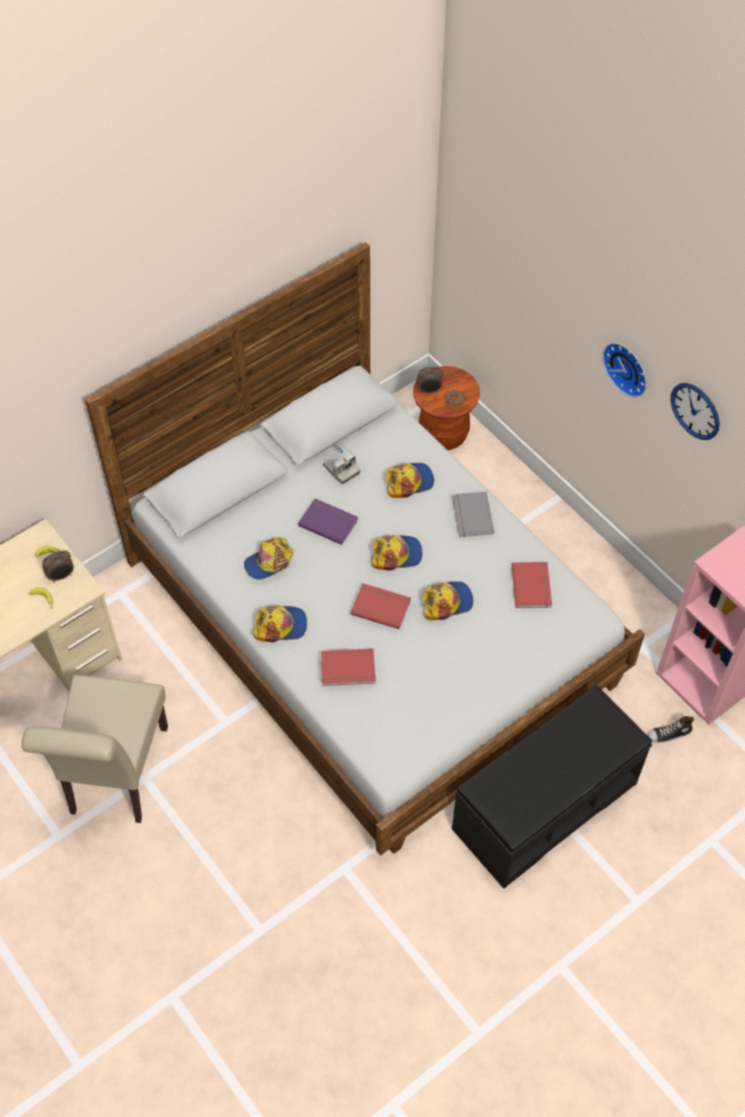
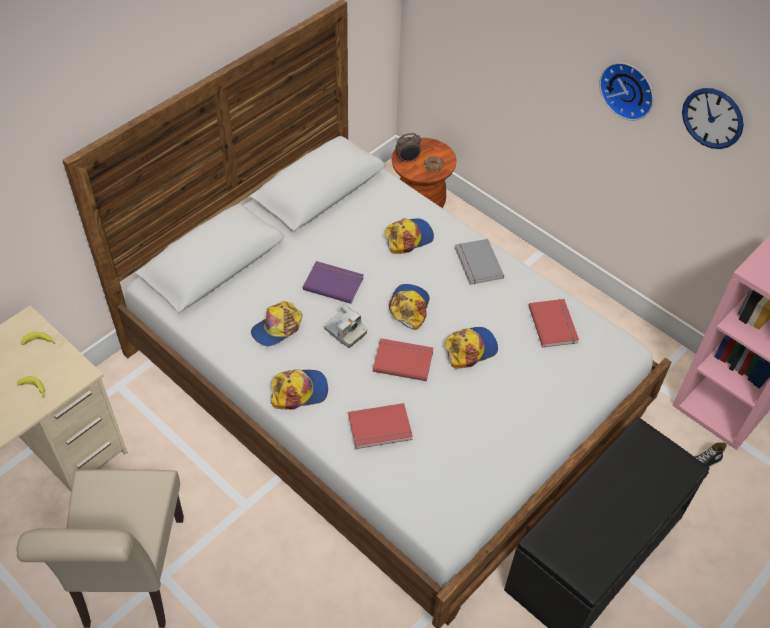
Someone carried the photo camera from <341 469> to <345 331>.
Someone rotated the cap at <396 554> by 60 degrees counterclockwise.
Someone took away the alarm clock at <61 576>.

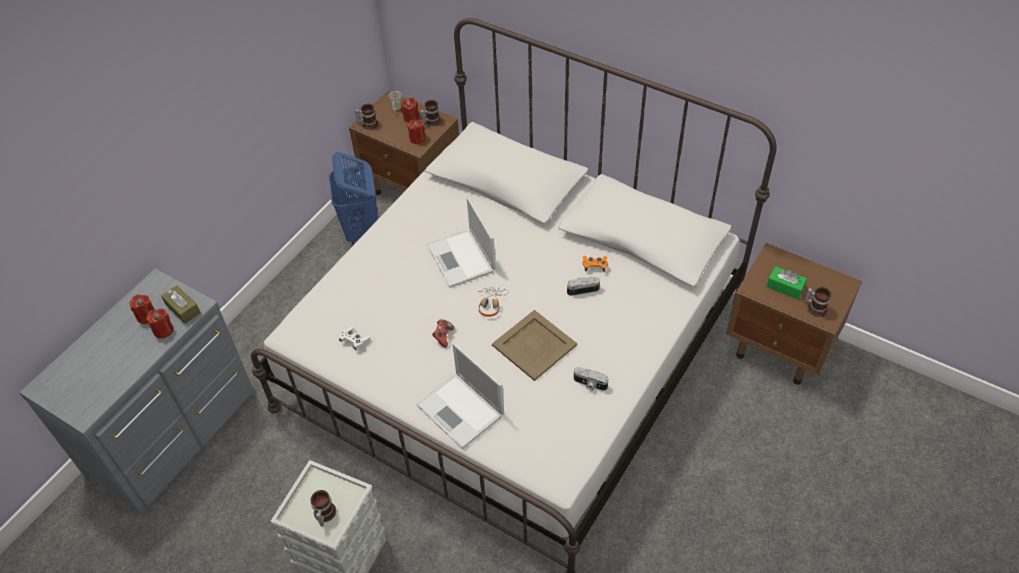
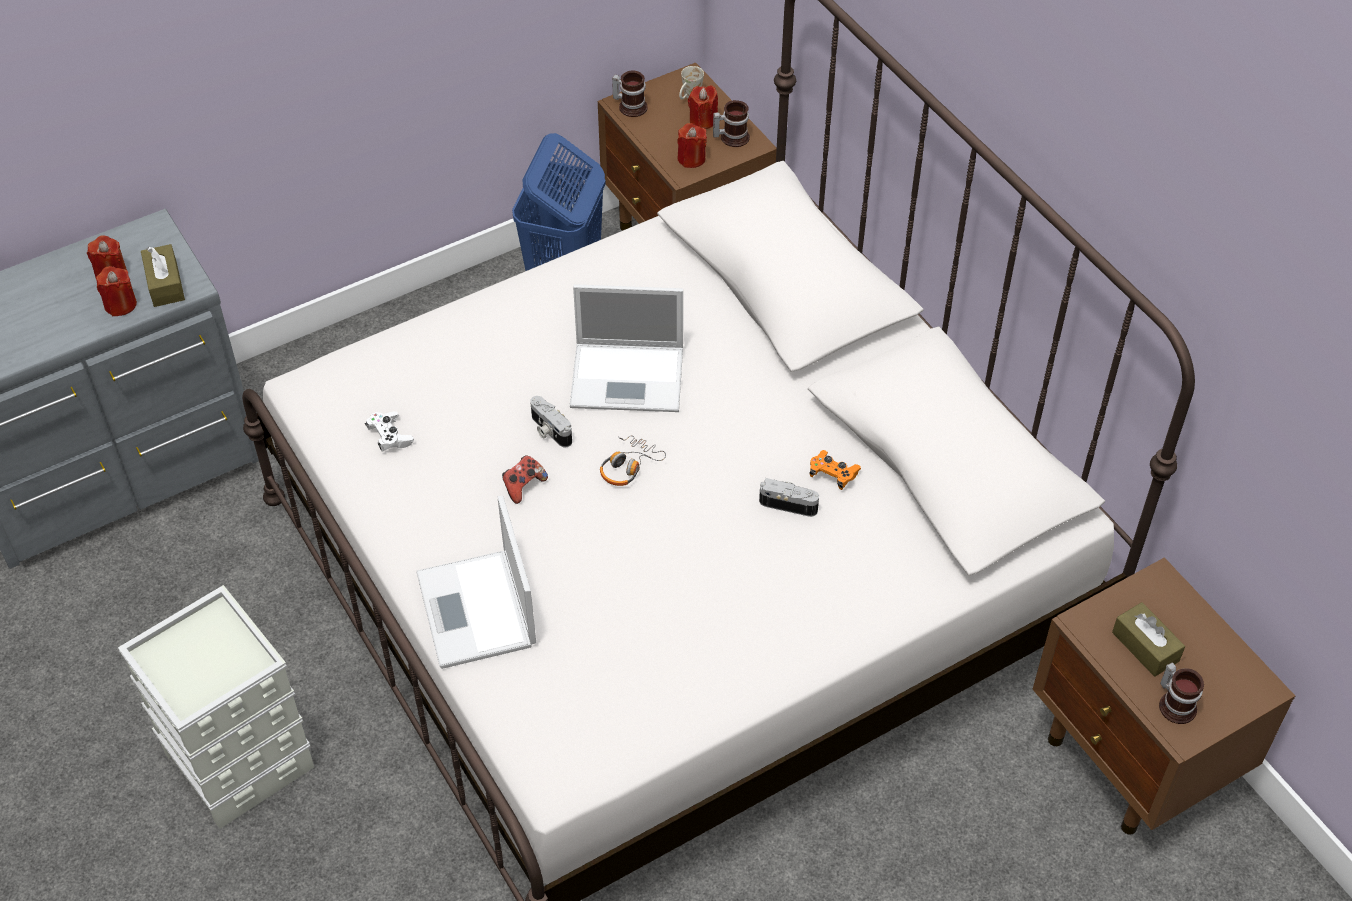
Someone rotated the laptop at <462 259> by 90 degrees counterclockwise.
Someone repainted the green tissue box at <785 287>, which became the brown tissue box at <1145 646>.
Someone took away the beige tray at <534 346>.
Someone carried the photo camera from <589 384> to <549 430>.
Someone took away the mug at <323 514>.

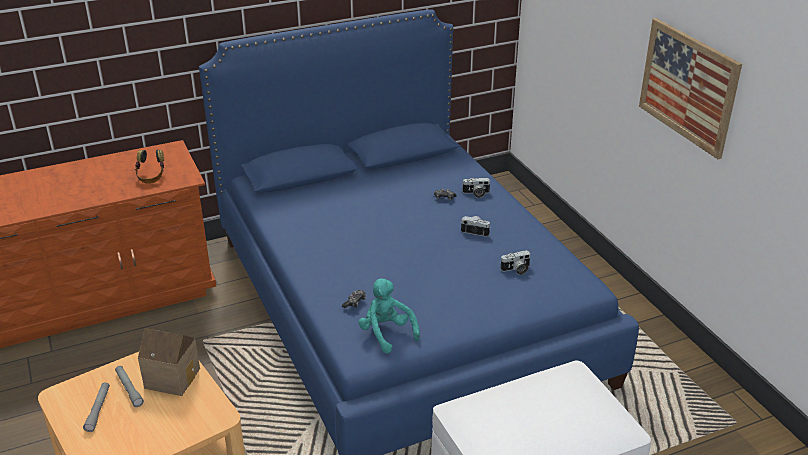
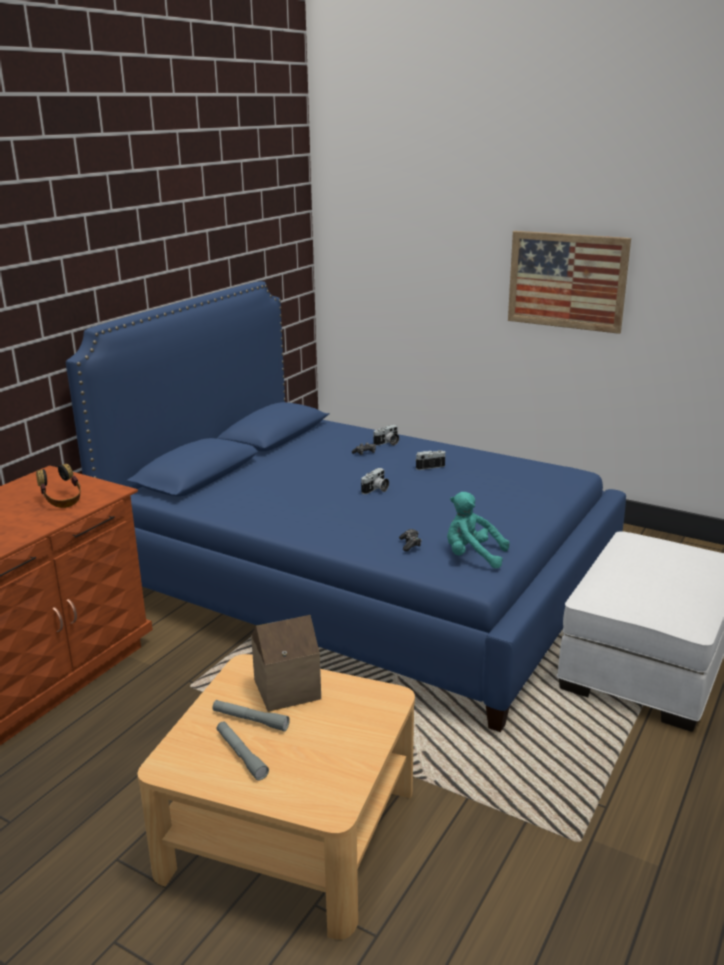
Someone carried the photo camera from <516 270> to <376 490>.

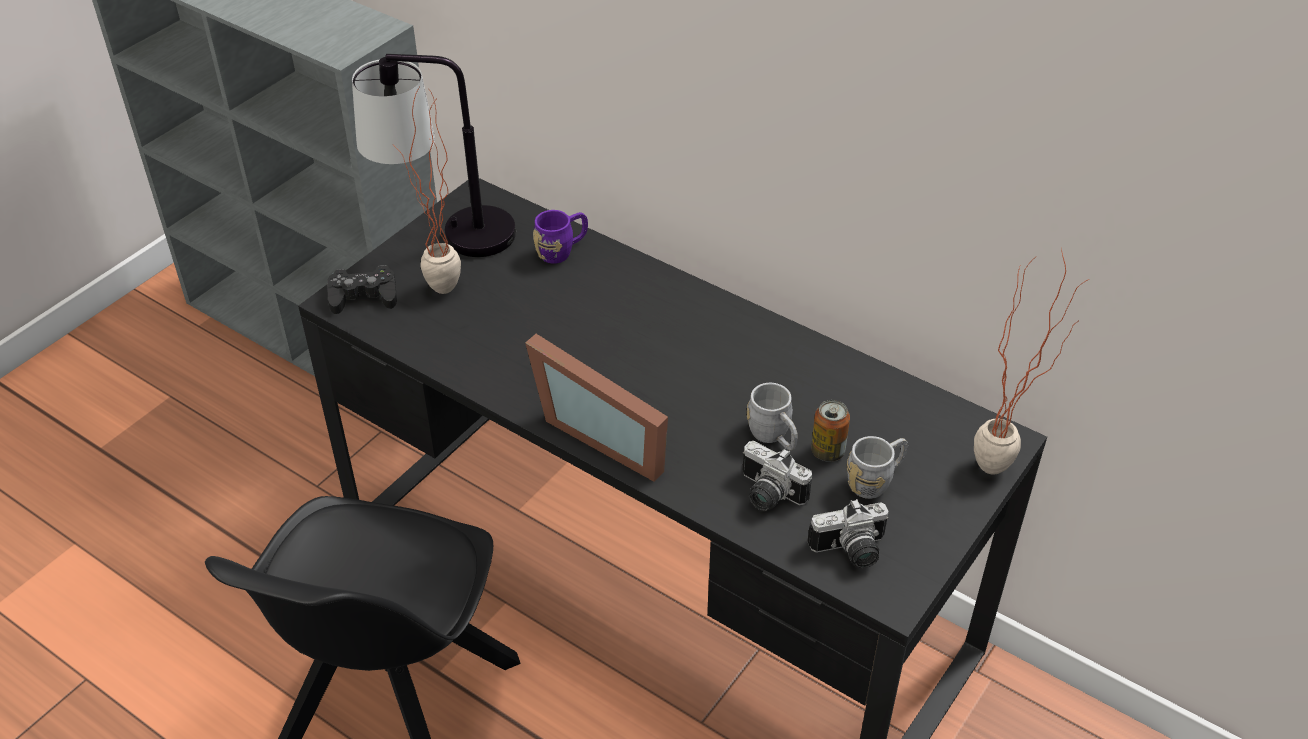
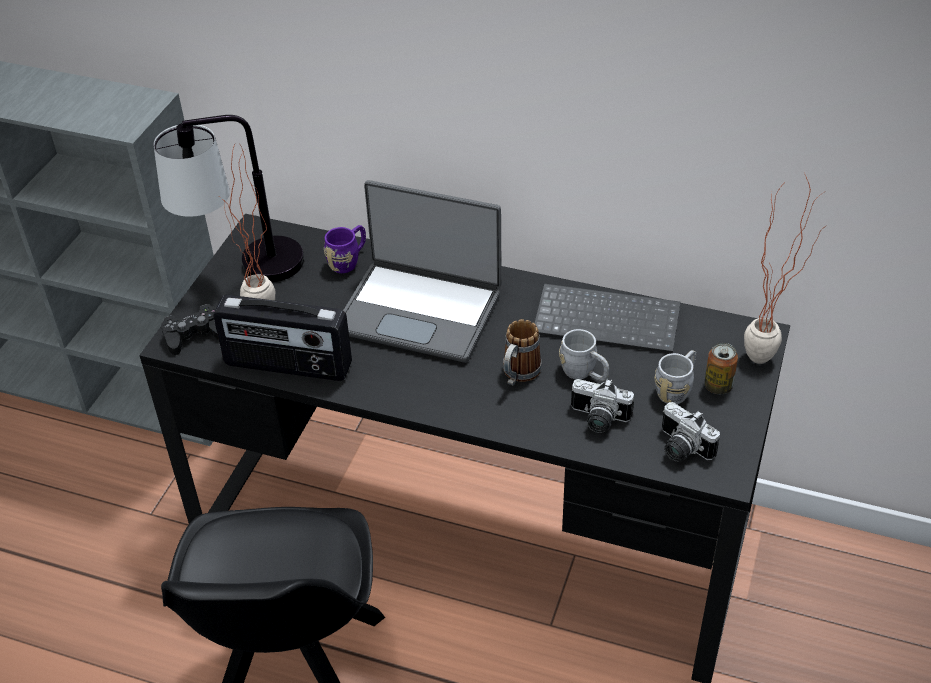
Someone took away the picture frame at <607 434>.
Someone carried the can from <827 451> to <718 386>.
Someone rotated the photo camera at <851 552> by 75 degrees clockwise.
Someone put down the laptop at <420 311>.
Someone put down the keyboard at <608 320>.
Someone put down the radio at <287 366>.
Someone put down the mug at <518 375>.

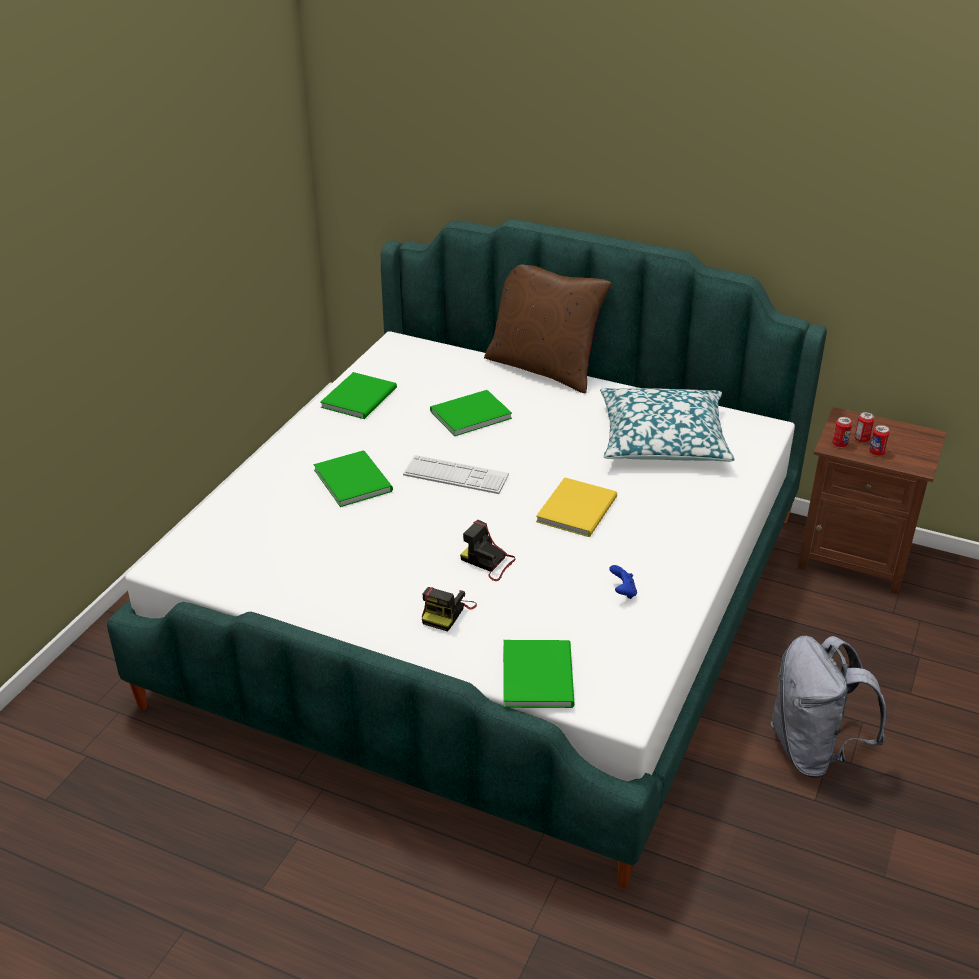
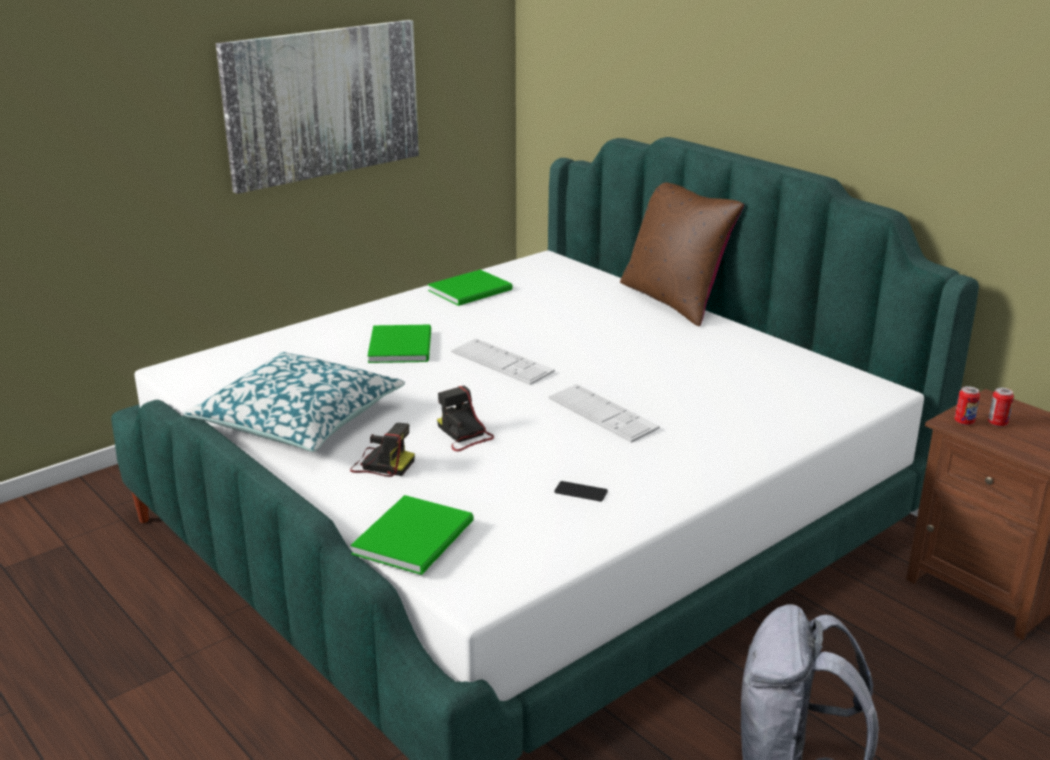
Someone carried the pillow from <663 440> to <299 420>.
Someone took away the green book at <468 414>.
Someone took away the can at <876 452>.
Someone swapped the yellow book at <579 508> for the keyboard at <602 414>.
Someone swapped the blue game controller at <623 592> for the phone at <581 492>.
Someone rotated the photo camera at <447 612> by 120 degrees counterclockwise.
Someone put up the picture at <323 103>.

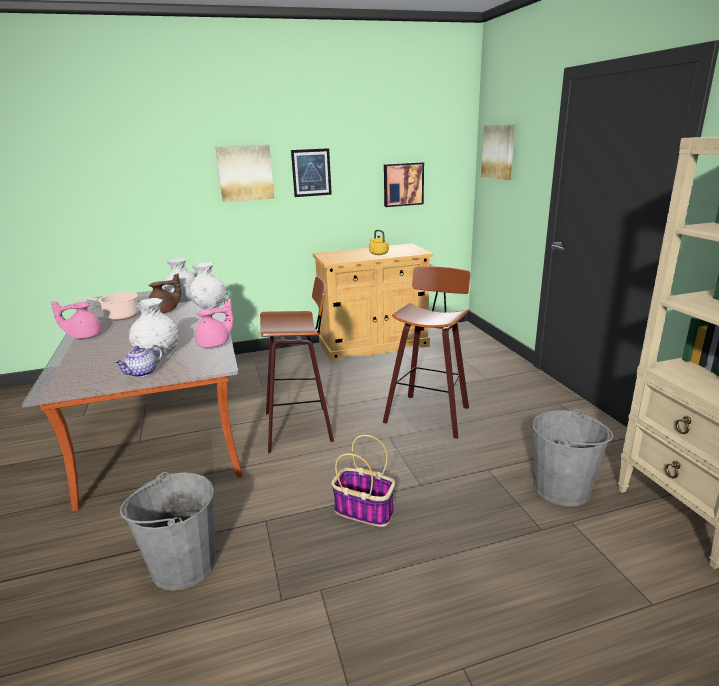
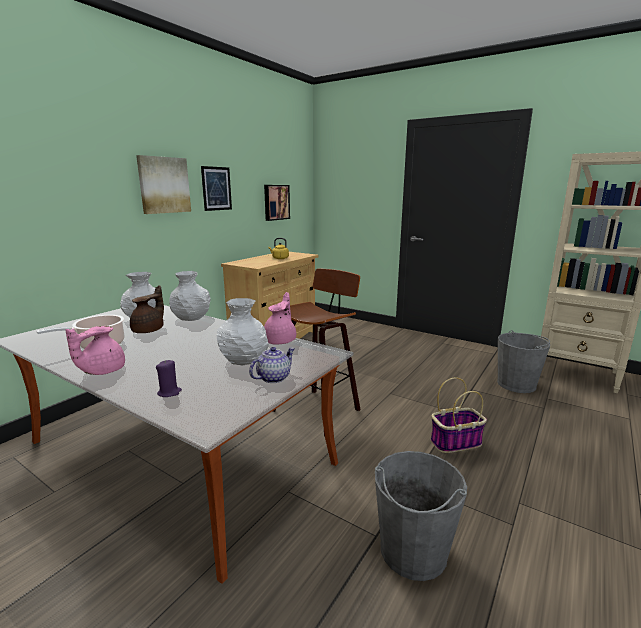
Someone took away the picture at <499 151>.
Someone took away the stool at <429 414>.
Someone rotated the teapot at <142 373> by 135 degrees counterclockwise.
Someone put down the purple candle at <169 392>.

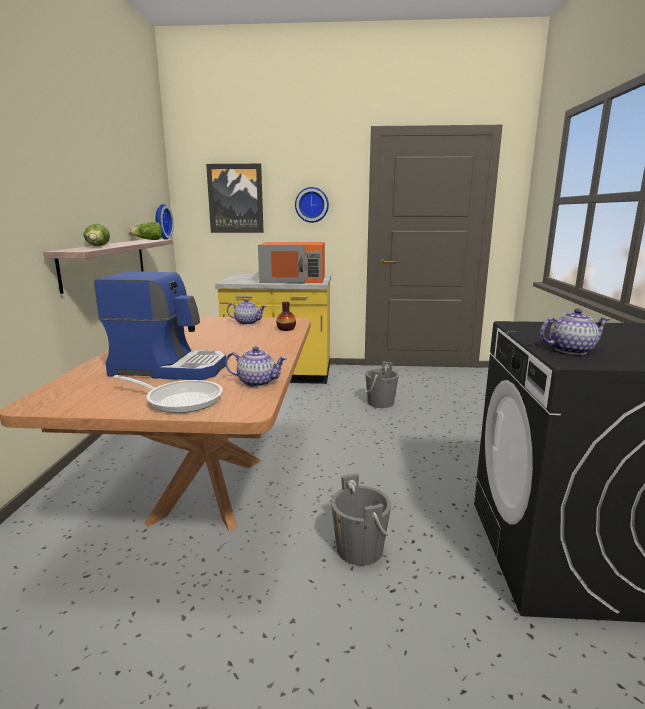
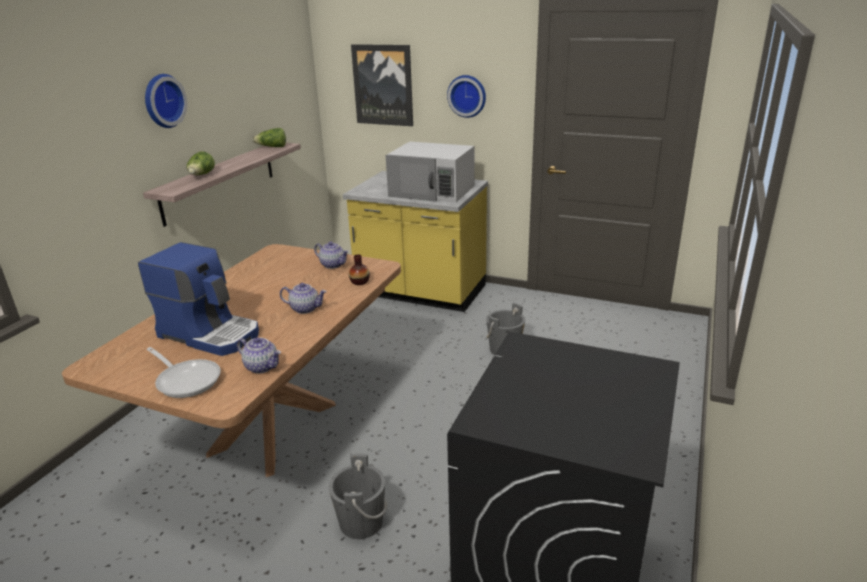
Someone carried the wall clock from <161 222> to <162 101>.
Someone repainted the orange microwave at <294 279>, which became the white microwave at <432 191>.
Someone carried the teapot from <571 350> to <305 308>.

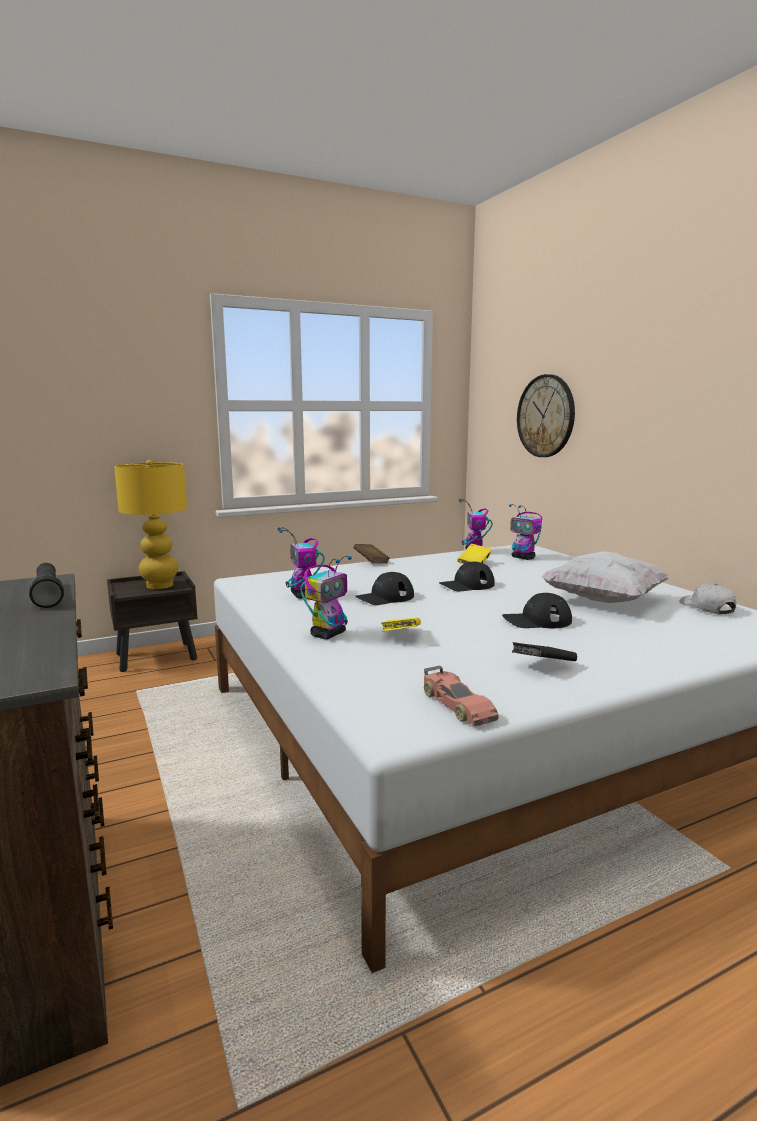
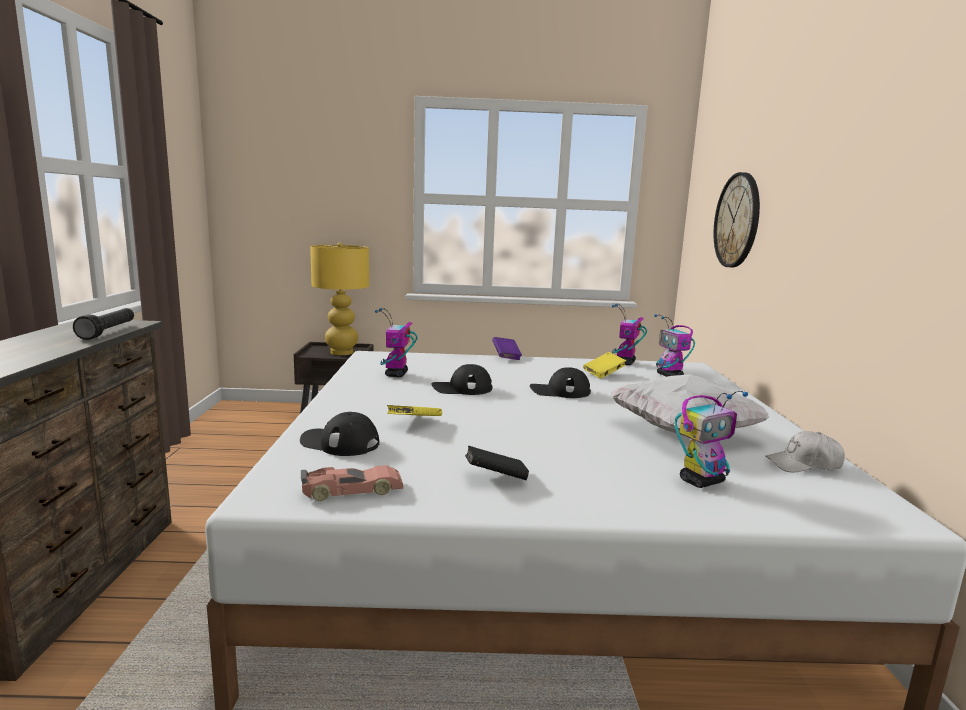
Someone repainted the brown book at <371 562>, which became the purple book at <506 357>.
Someone carried the toy robot from <328 634> to <702 481>.
Someone rotated the white cap at <707 608> by 105 degrees counterclockwise.
Someone carried the black cap from <536 620> to <340 443>.
Someone rotated the toy car at <457 705> by 105 degrees counterclockwise.

